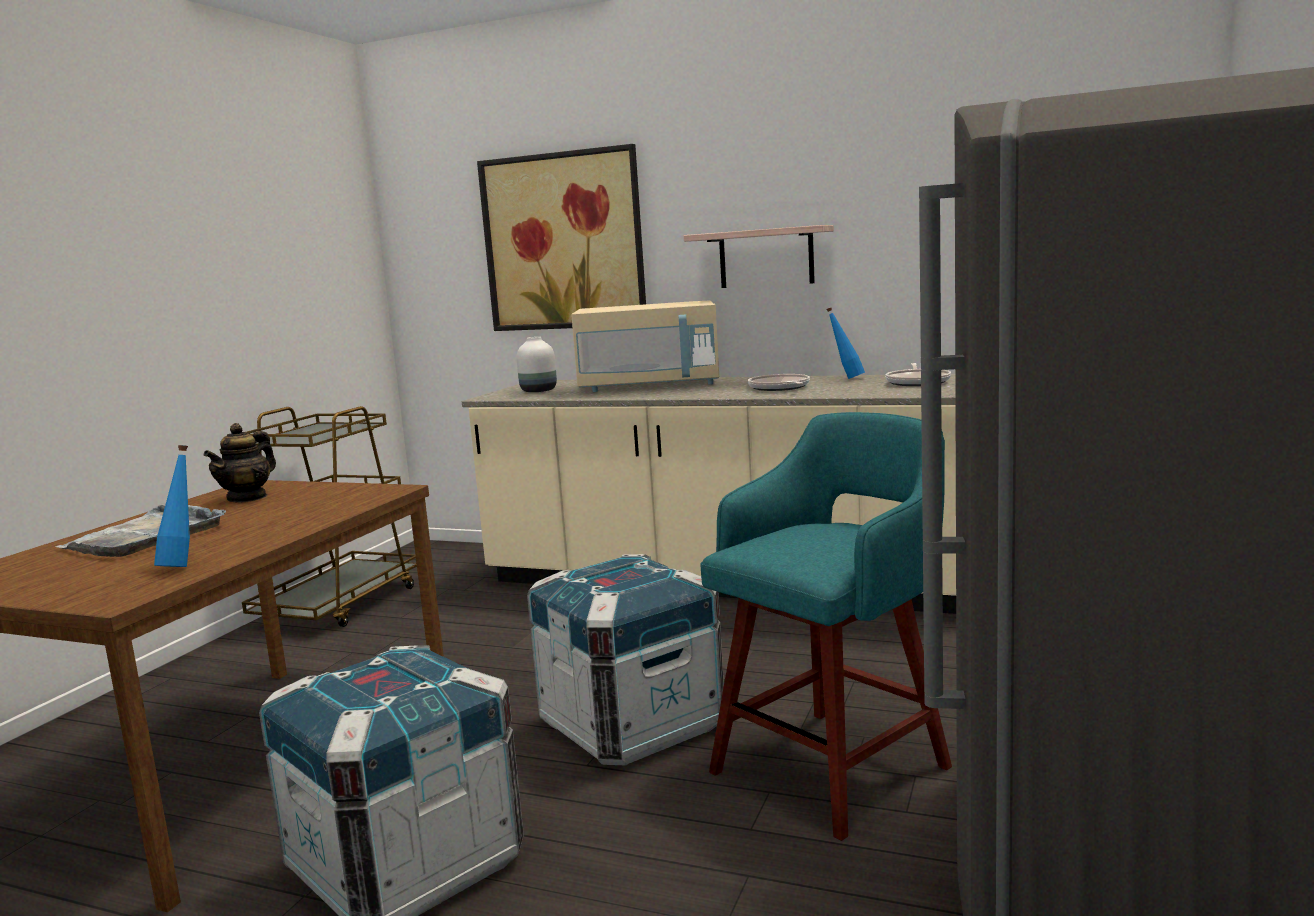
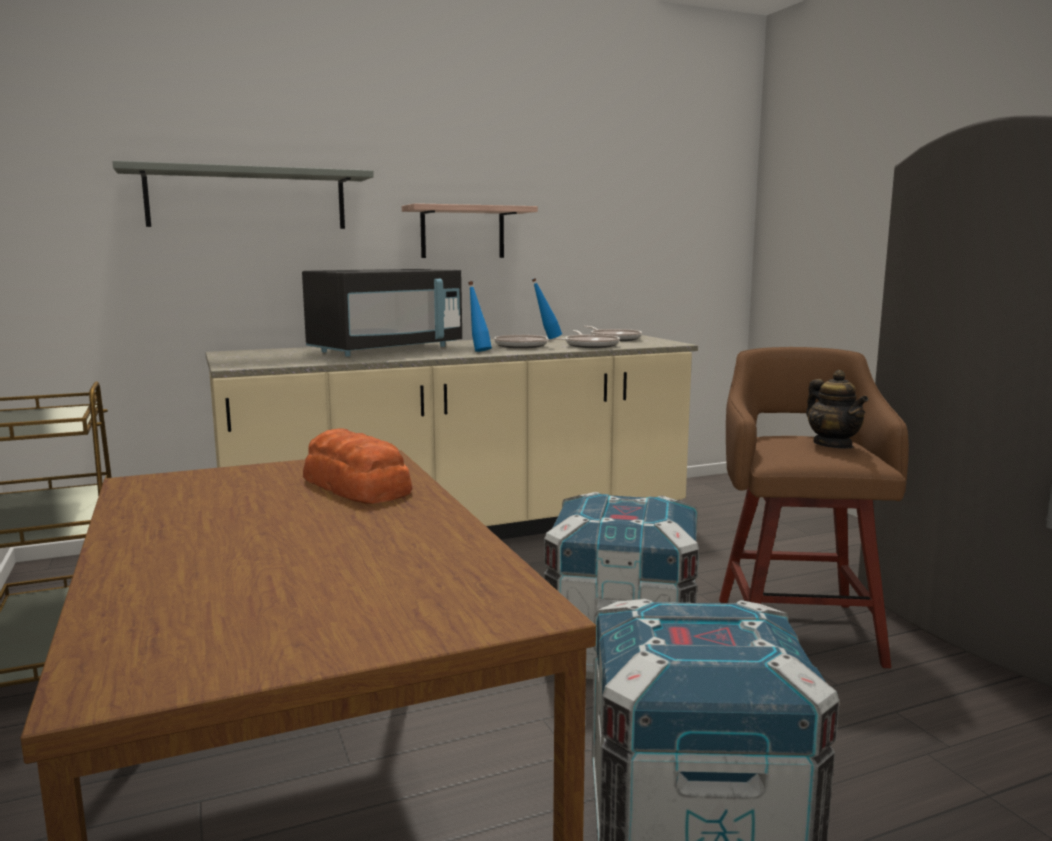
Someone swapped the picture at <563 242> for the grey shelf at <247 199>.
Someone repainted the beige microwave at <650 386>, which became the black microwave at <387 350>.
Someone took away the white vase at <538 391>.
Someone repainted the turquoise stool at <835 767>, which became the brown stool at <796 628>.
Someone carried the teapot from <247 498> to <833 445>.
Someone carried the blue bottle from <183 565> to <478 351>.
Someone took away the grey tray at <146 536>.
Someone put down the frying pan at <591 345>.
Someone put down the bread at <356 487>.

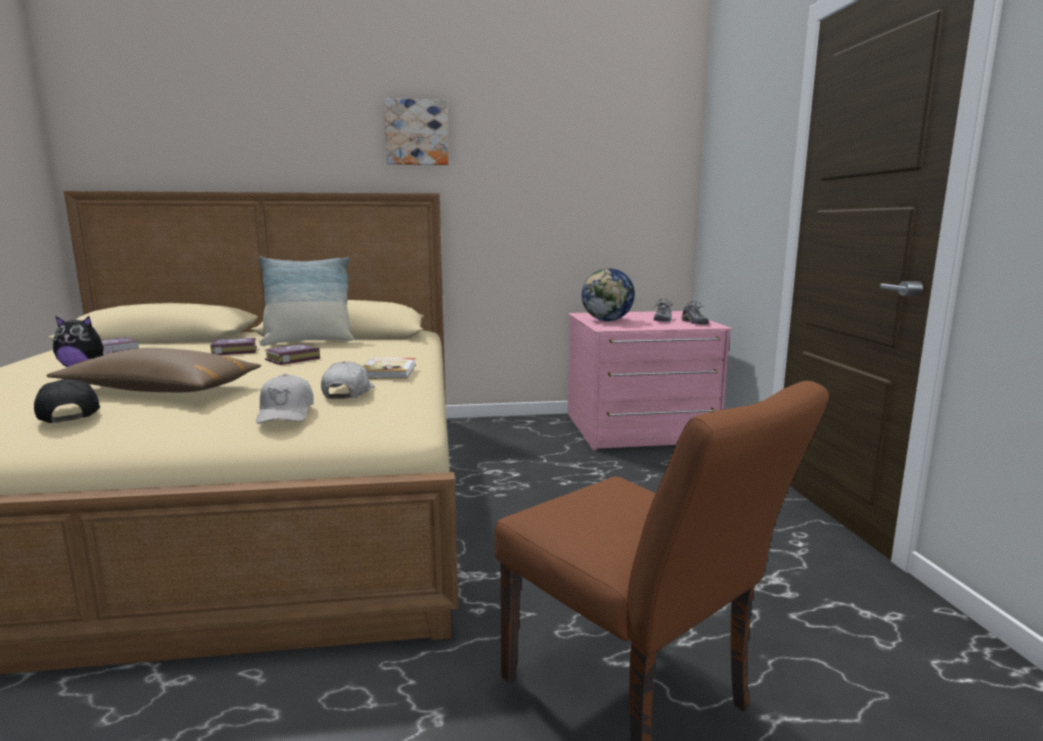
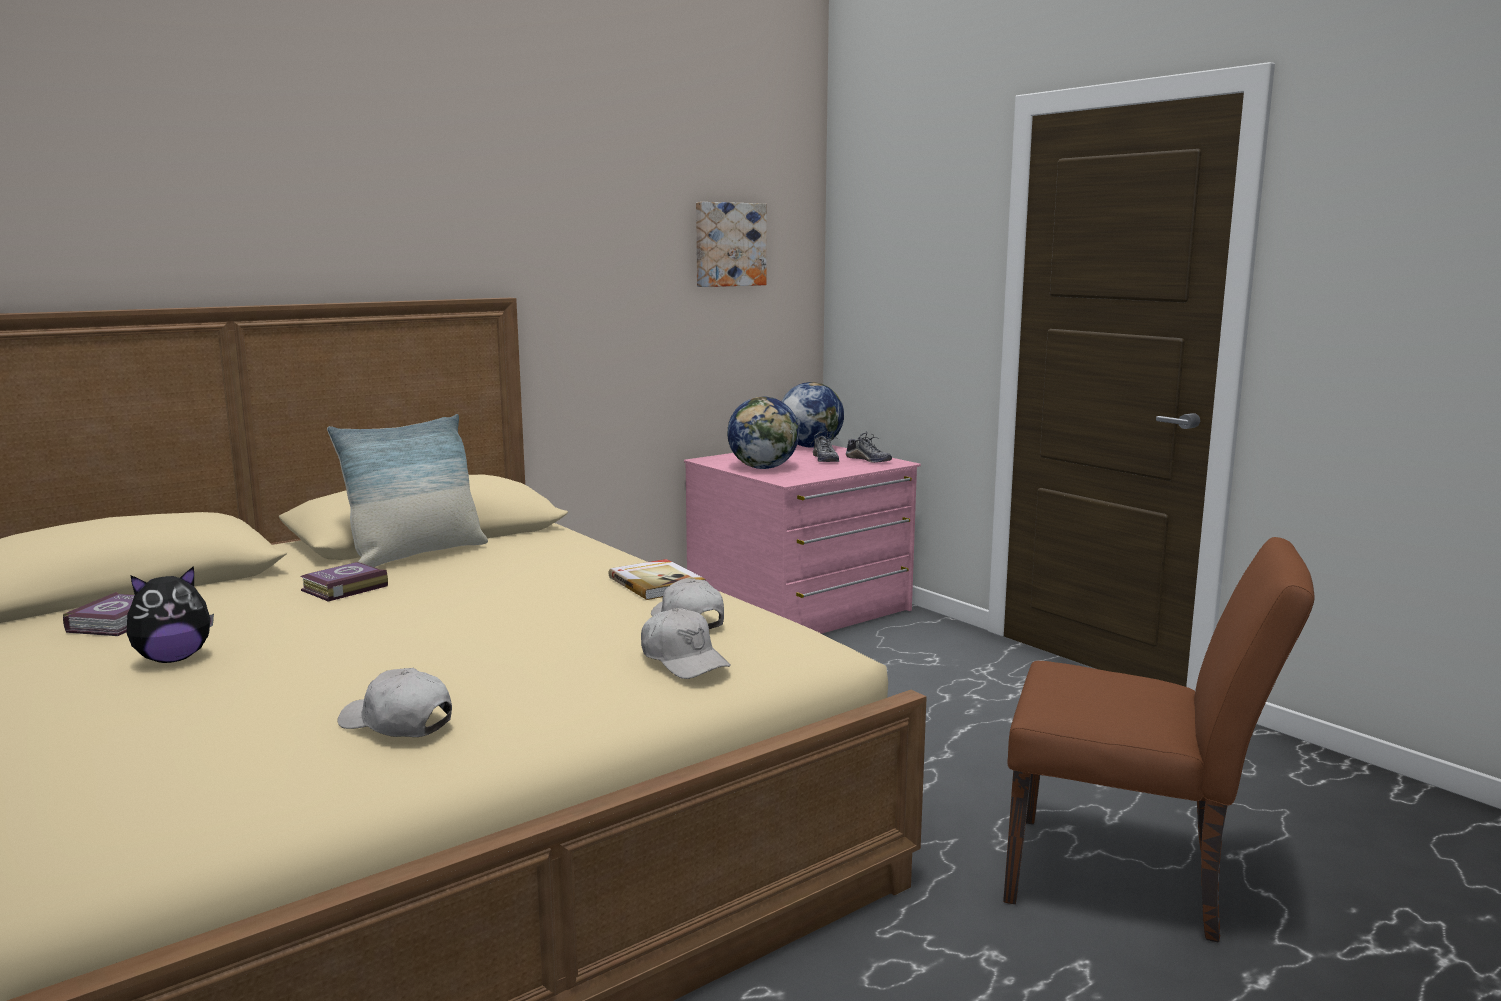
Someone carried the picture from <416 133> to <729 244>.
Someone took away the book at <291 359>.
Someone took away the brown pillow at <160 390>.
Someone repainted the black cap at <69 415>, which became the white cap at <397 723>.
Someone put down the globe at <810 446>.

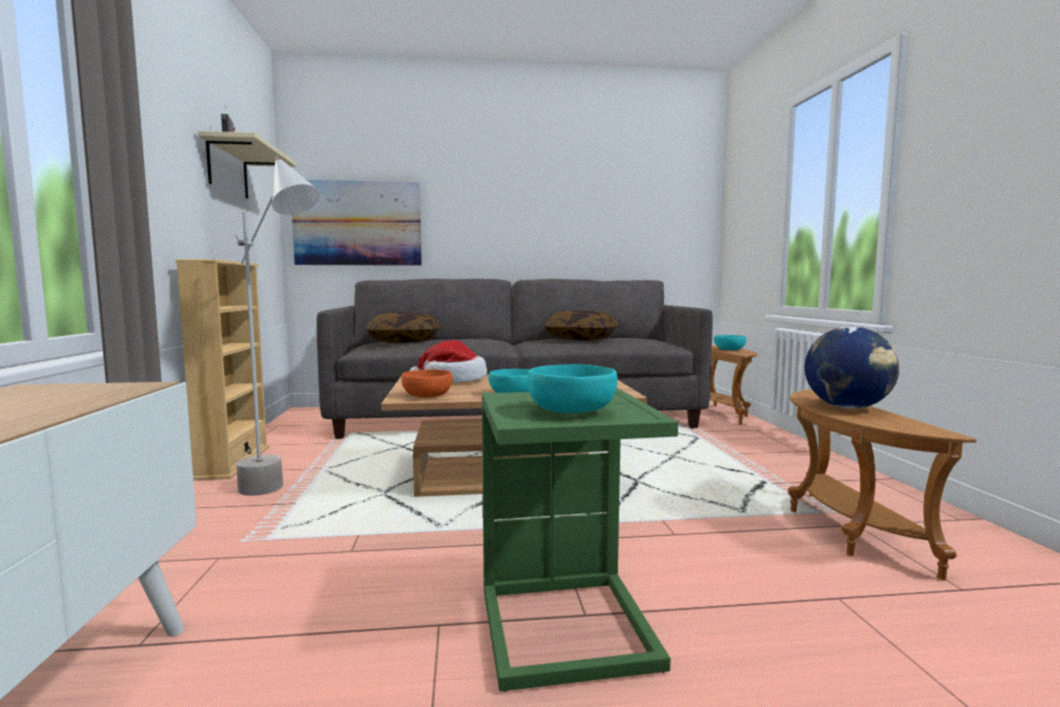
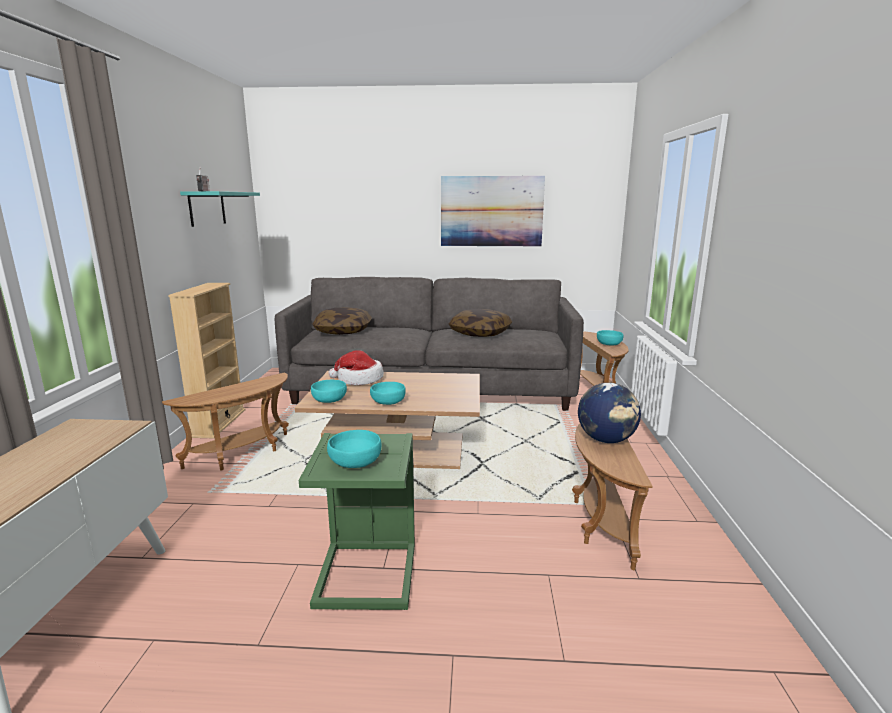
Someone repainted the beige shelf at <227 169>, which became the turquoise shelf at <207 208>.
Someone swapped the grey floor lamp at <283 494> for the brown side table at <242 455>.
Someone carried the picture from <358 223> to <491 211>.
Someone repainted the orange bowl at <426 395>, which became the turquoise bowl at <329 400>.

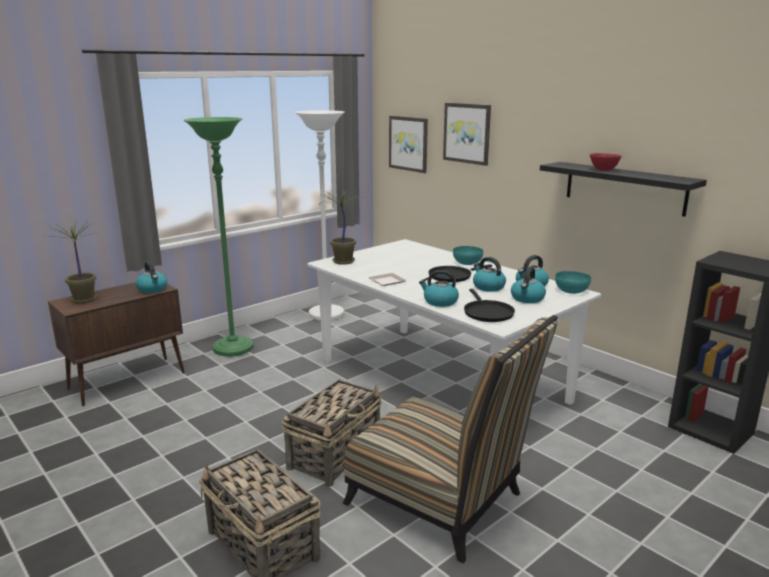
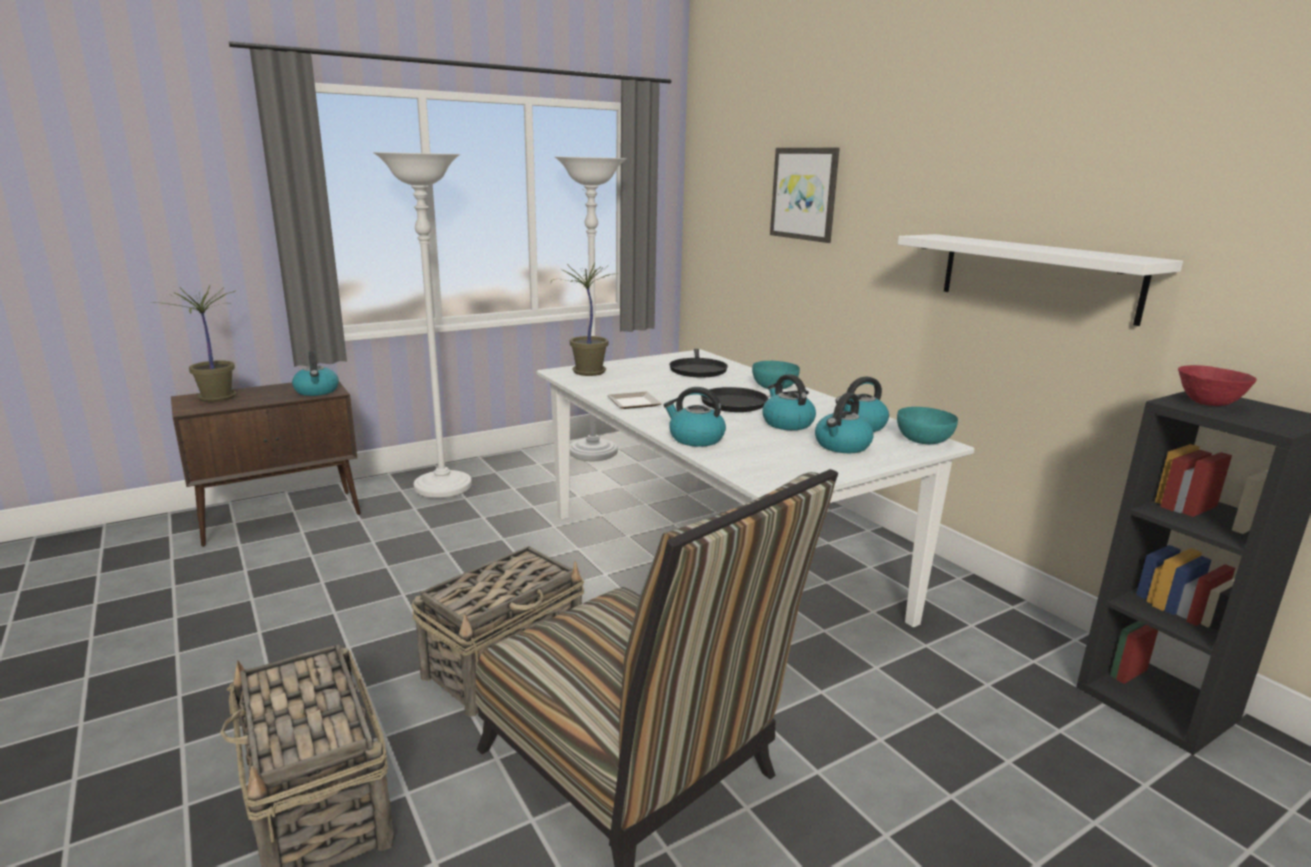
Someone took away the picture at <408 143>.
Someone repainted the green floor lamp at <233 349>, which became the white floor lamp at <443 488>.
Someone carried the red bowl from <603 170> to <1208 404>.
Someone repainted the black shelf at <624 188>, which became the white shelf at <1037 276>.
Someone carried the black frying pan from <487 313> to <697 370>.

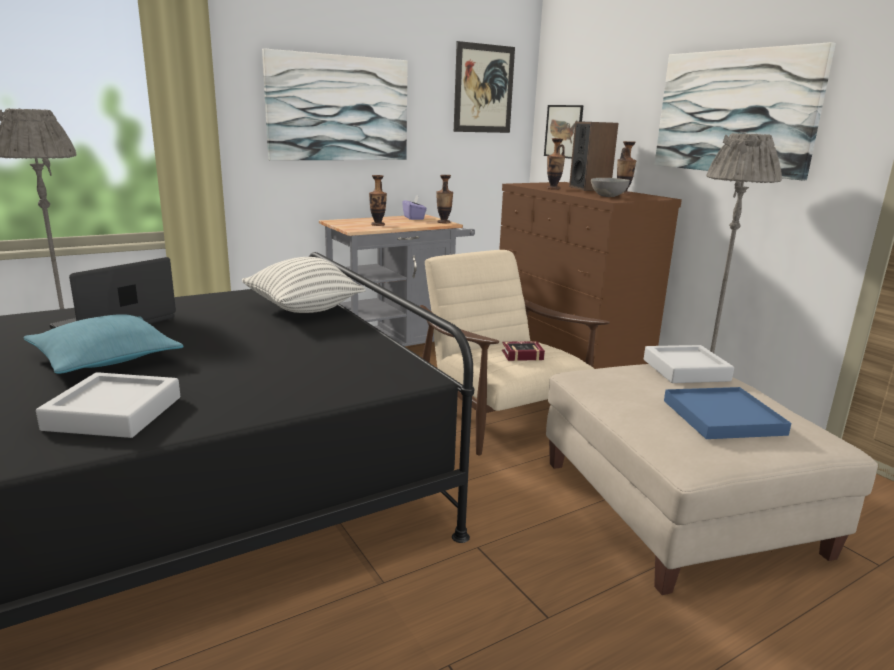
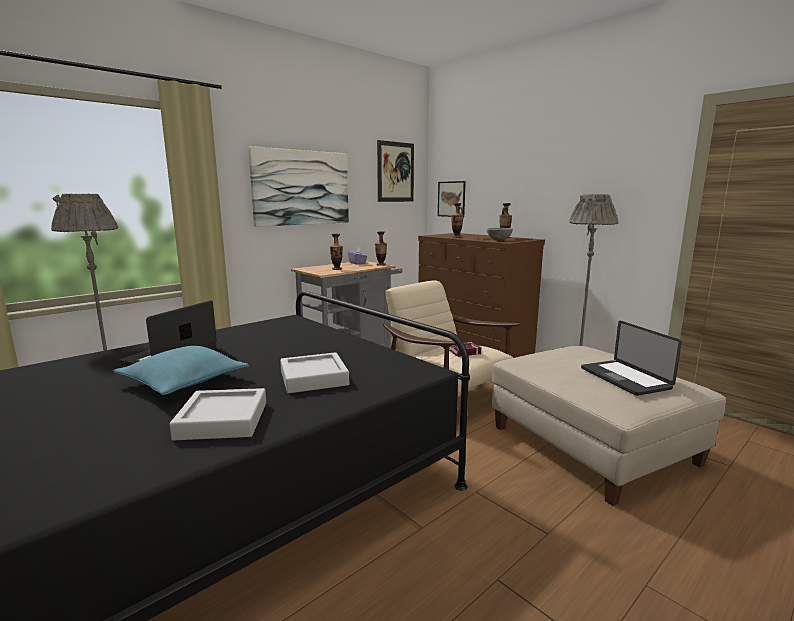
Someone took away the picture at <735 112>.
Someone took away the speaker at <589 188>.
Someone took away the pillow at <304 310>.
Someone carried the grey tray from <685 370> to <314 378>.
Someone swapped the blue tray at <723 417> for the laptop at <624 378>.

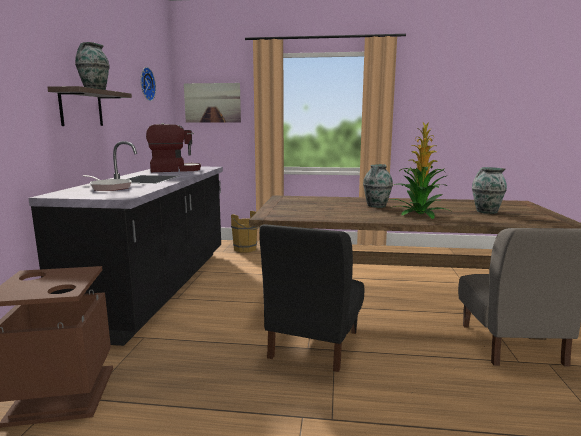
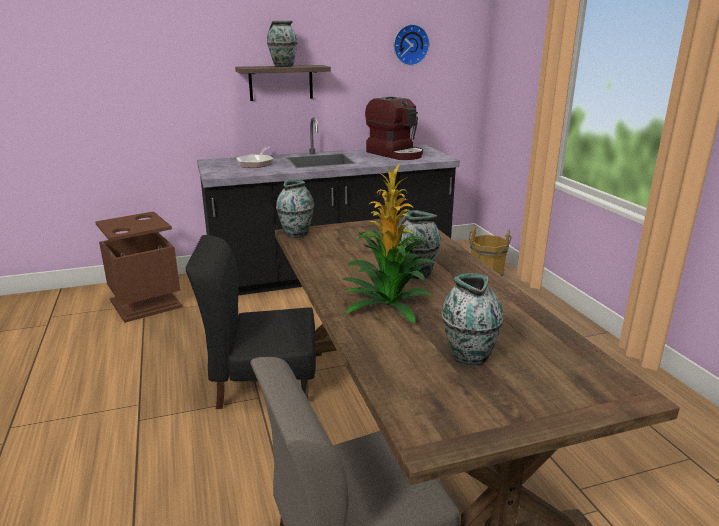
Someone took away the picture at <212 103>.
Someone put down the vase at <296 233>.

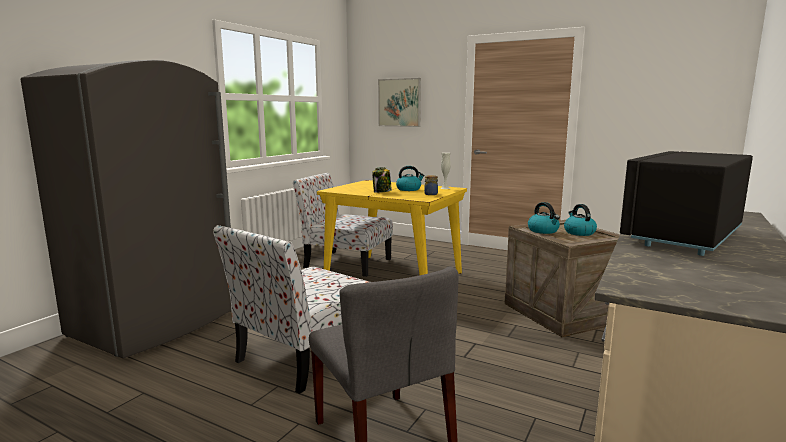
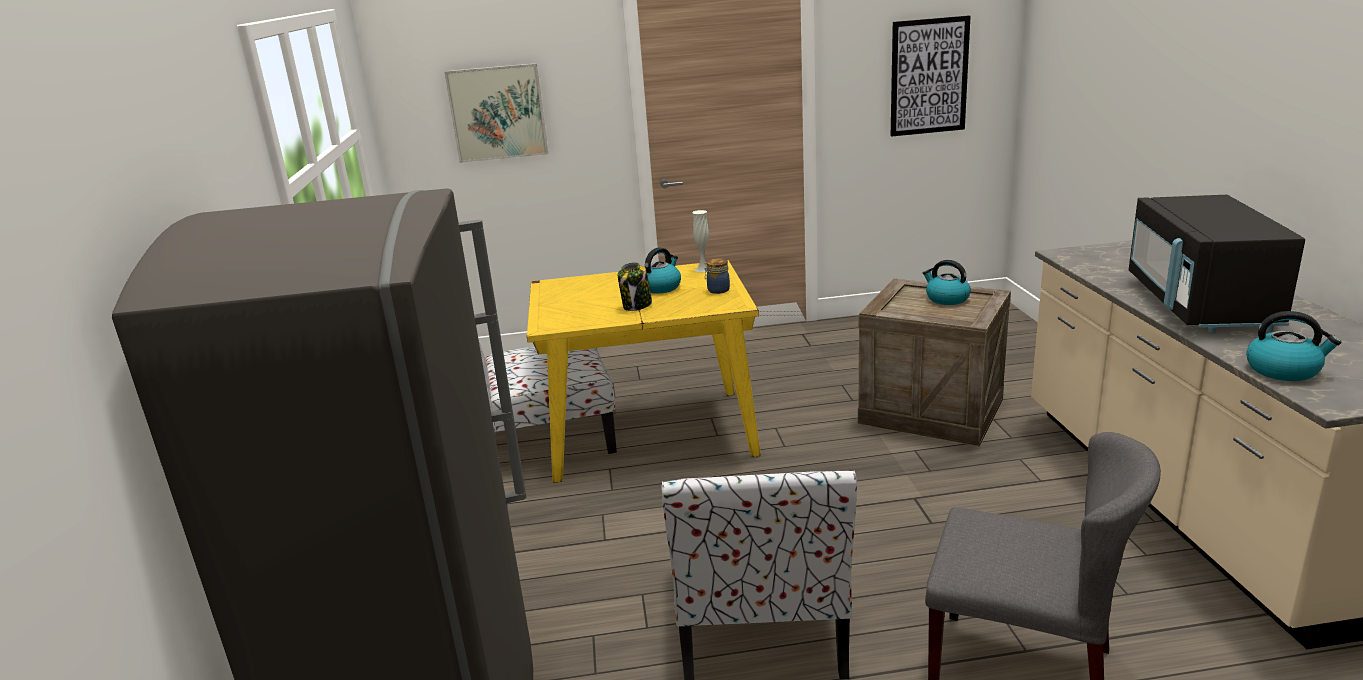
Someone carried the kettle from <543 231> to <1284 370>.
Someone put up the picture at <929 76>.

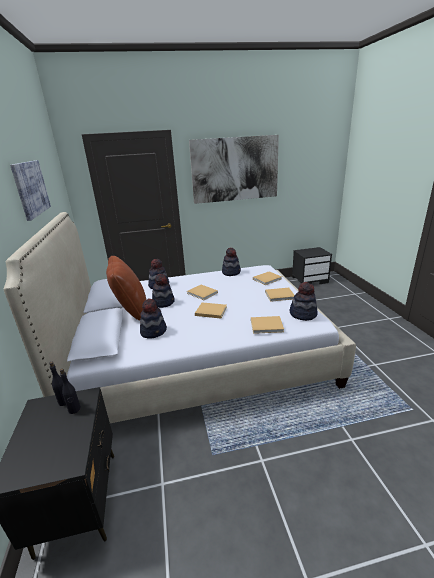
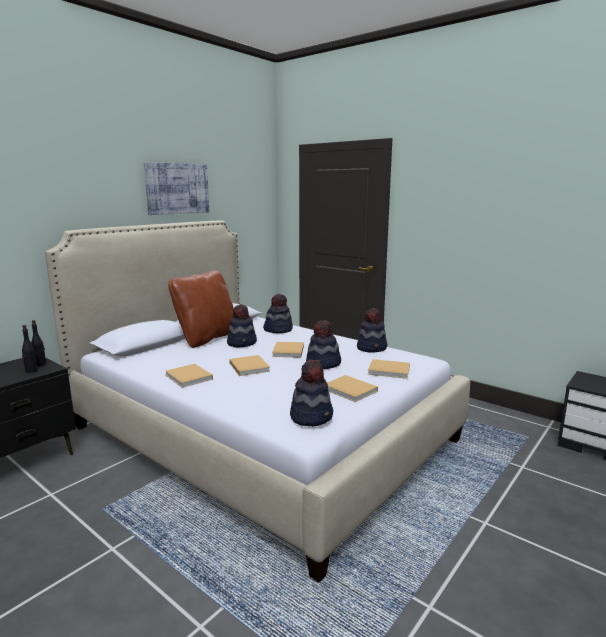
Someone took away the picture at <235 169>.
Someone carried the hat from <154 331> to <323 364>.
Someone carried the beige book from <267 326> to <189 377>.

